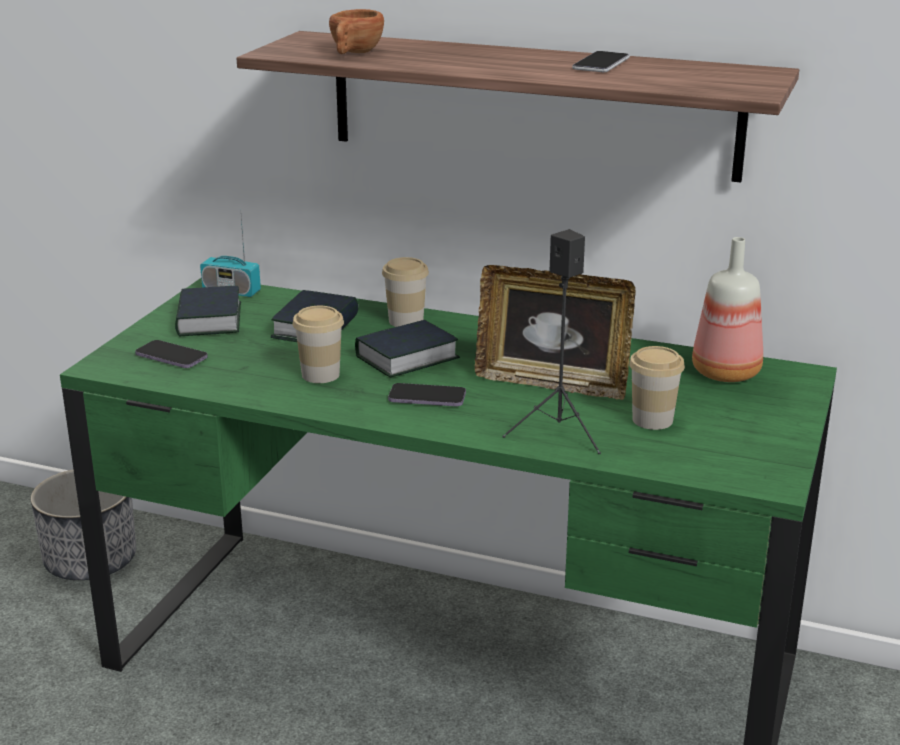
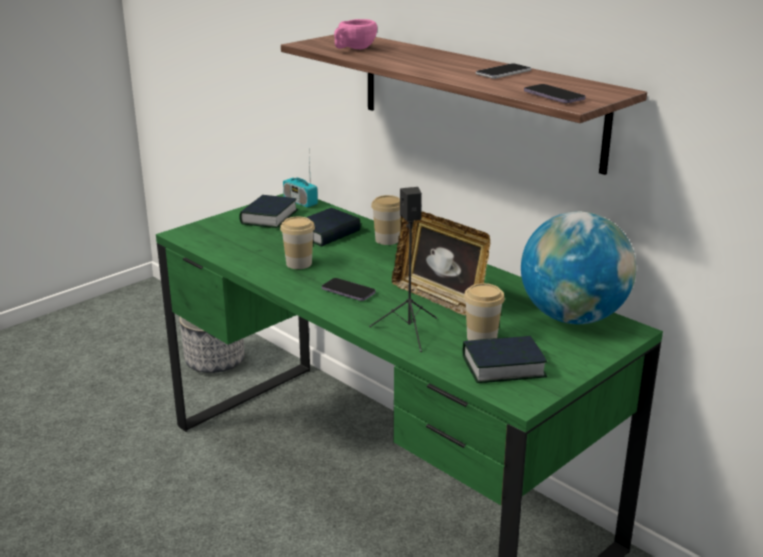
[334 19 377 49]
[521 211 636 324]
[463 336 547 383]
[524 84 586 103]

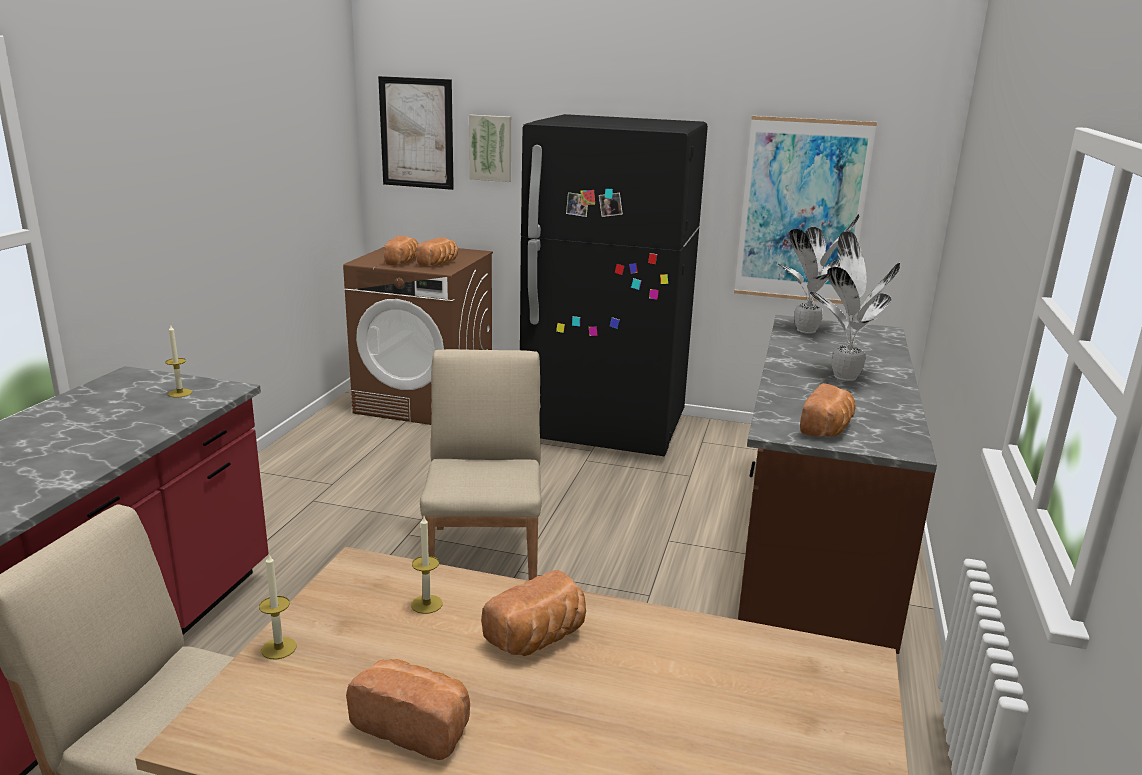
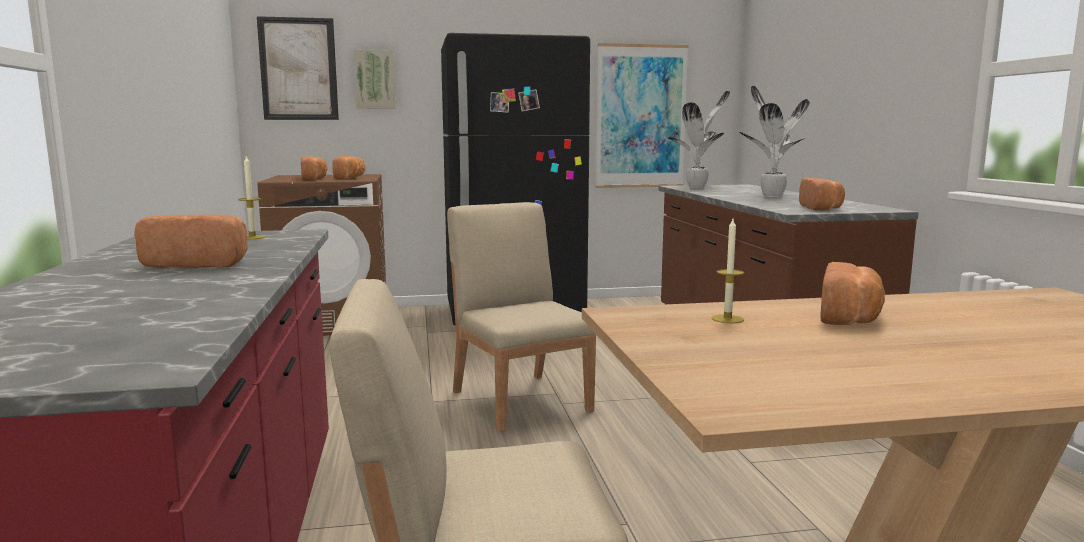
[259 554 297 659] (first image)
[134 215 248 268]

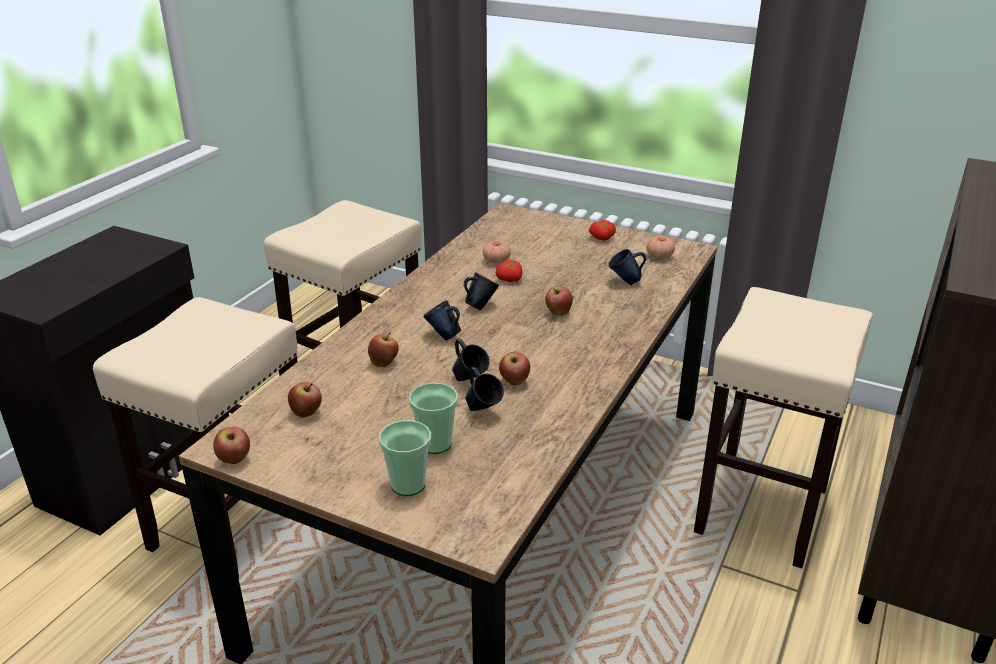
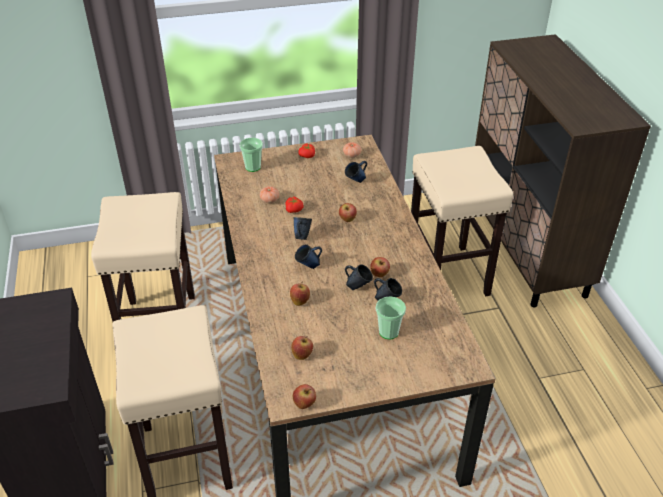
[239 138 263 172]

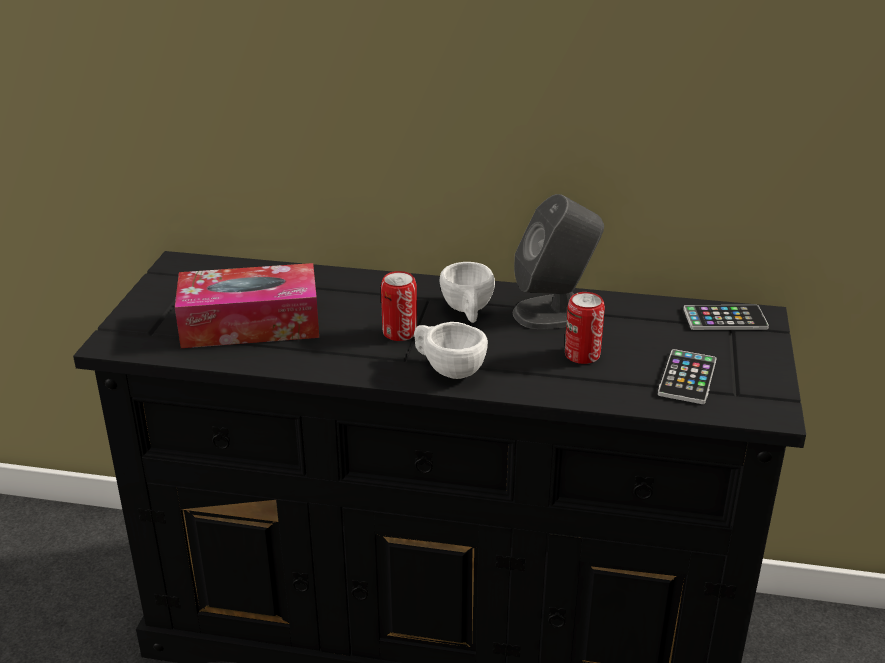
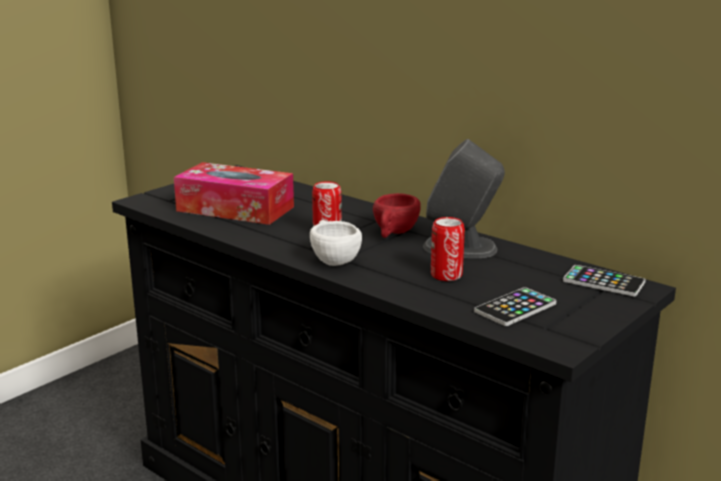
[373 193 421 238]

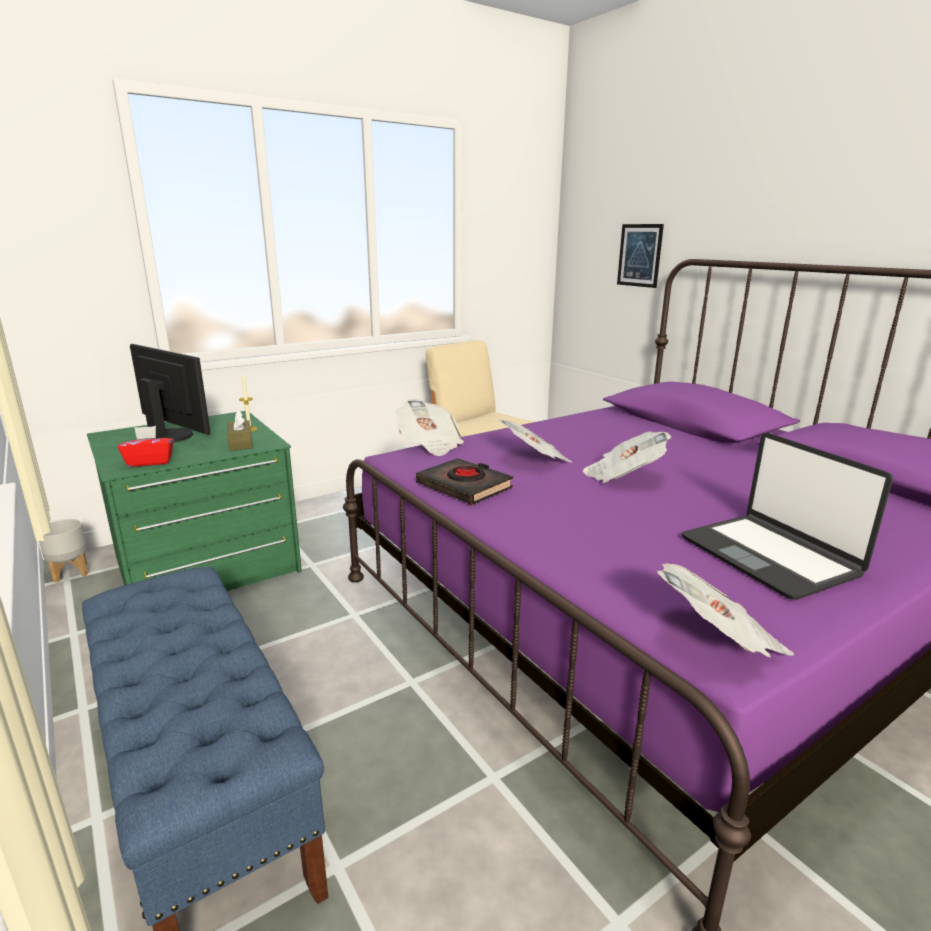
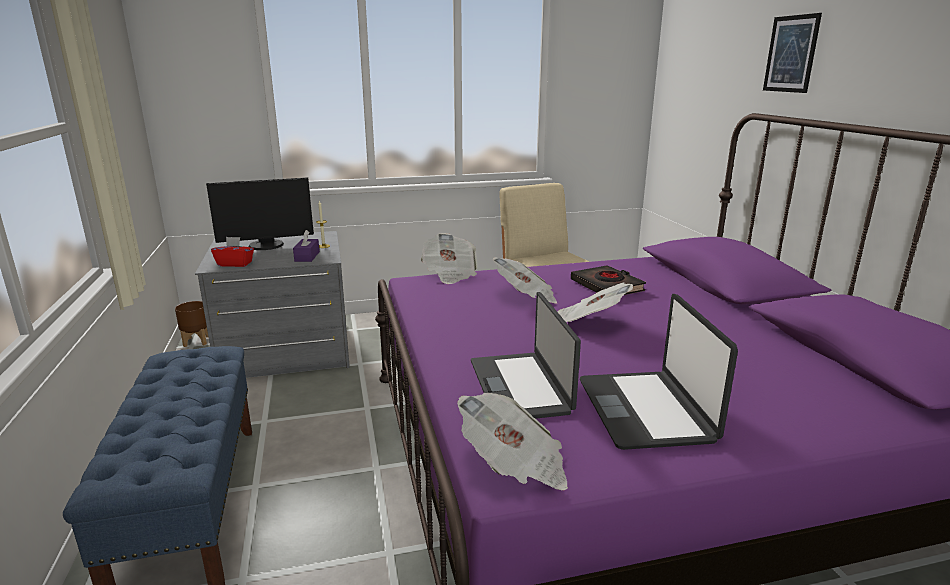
[763 13 822 93]
[206 177 314 250]
[293 230 320 262]
[195 231 350 378]
[571 265 646 295]
[175 301 209 347]
[471 292 581 419]

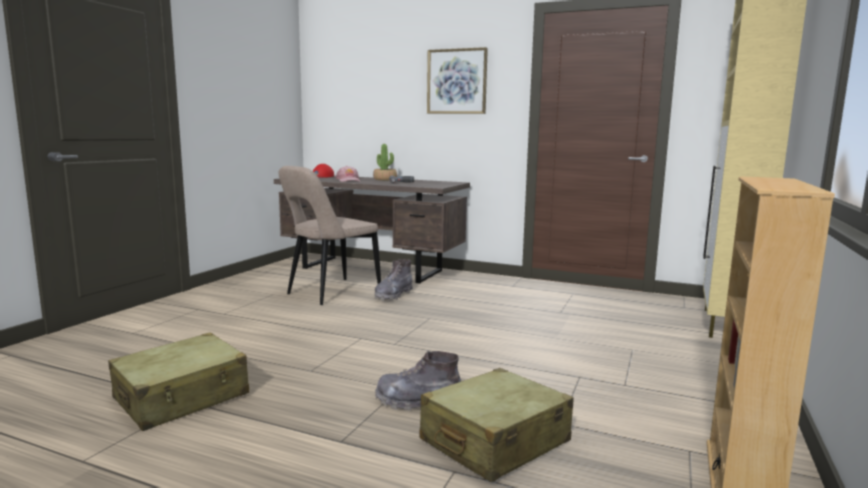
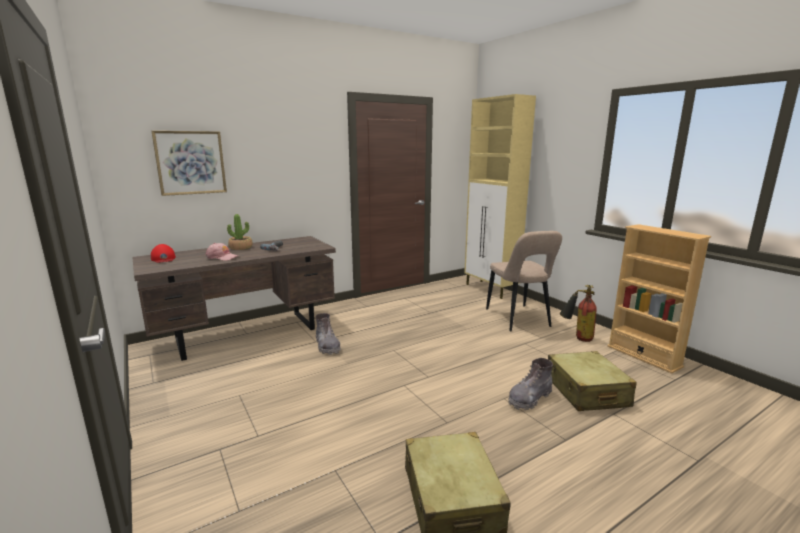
[151 131 227 196]
[486 231 562 332]
[560 285 597 342]

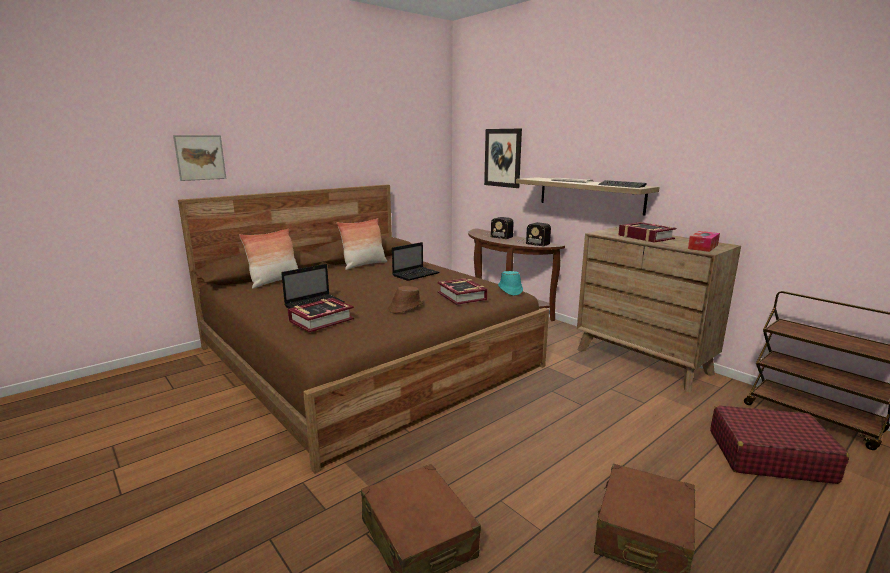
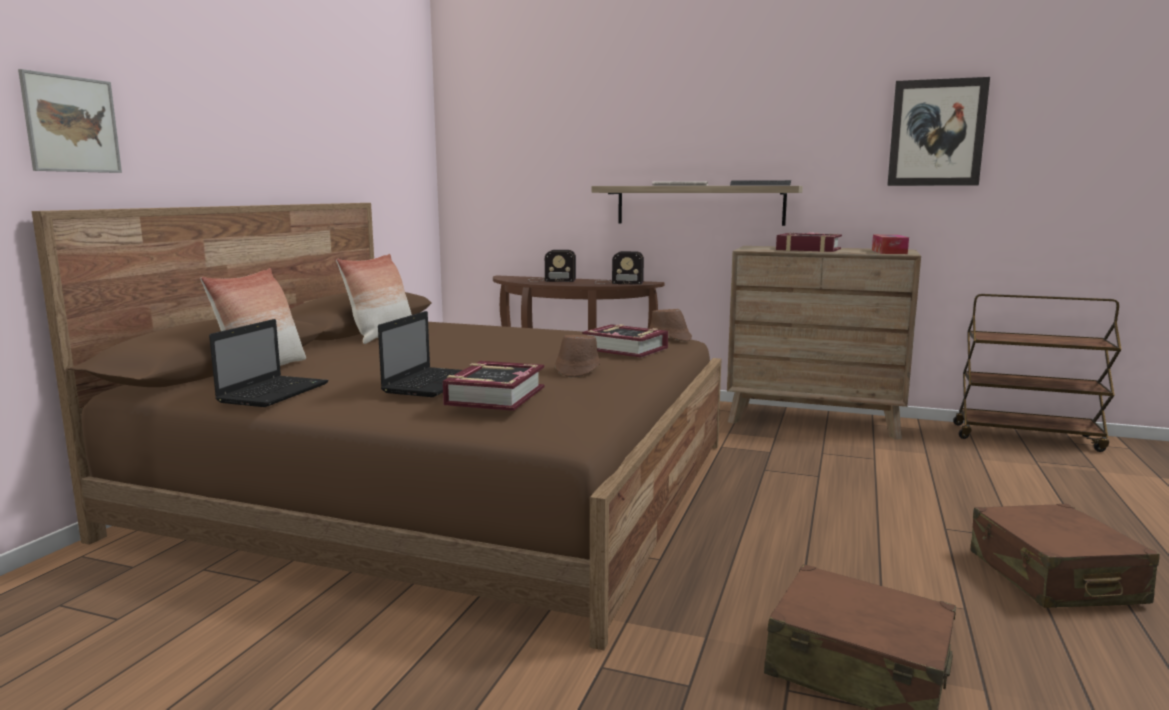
[887 77 990 186]
[209 319 329 407]
[649 309 692 342]
[710 405 849 484] (first image)

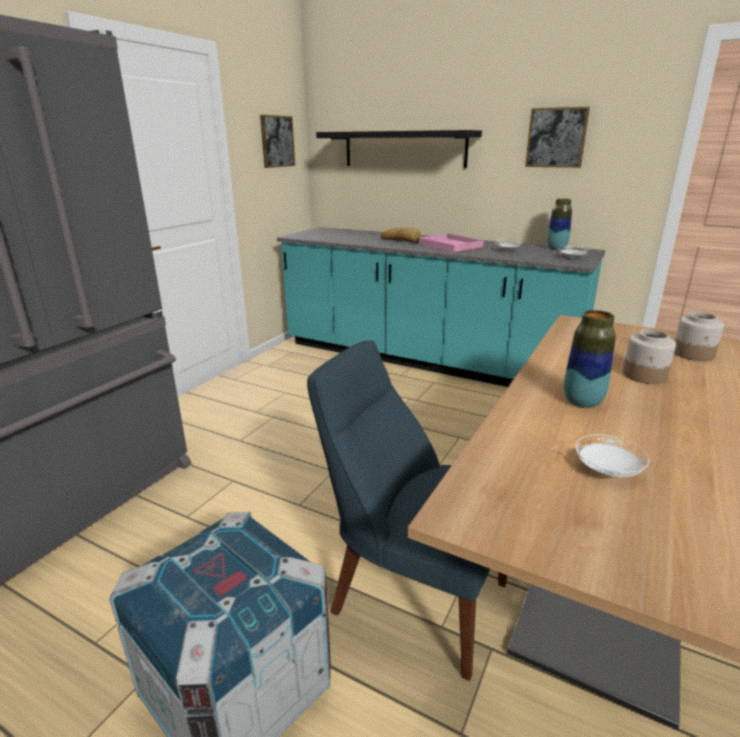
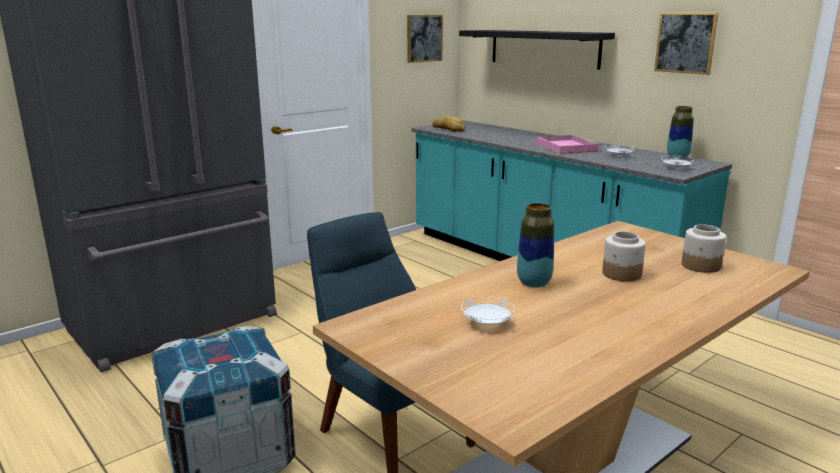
[432 116 465 132]

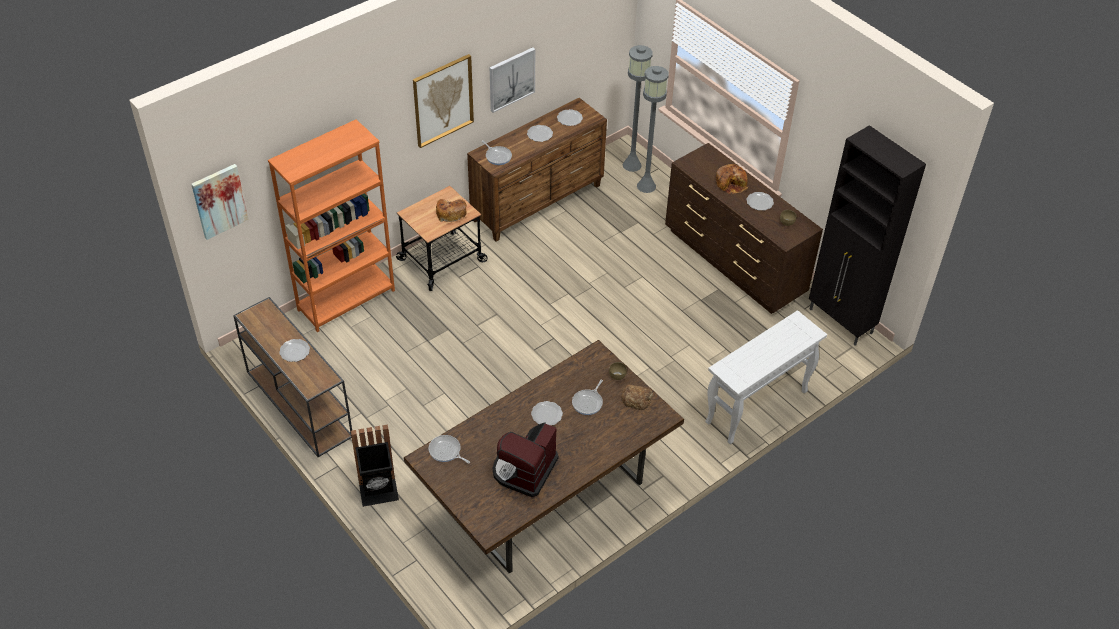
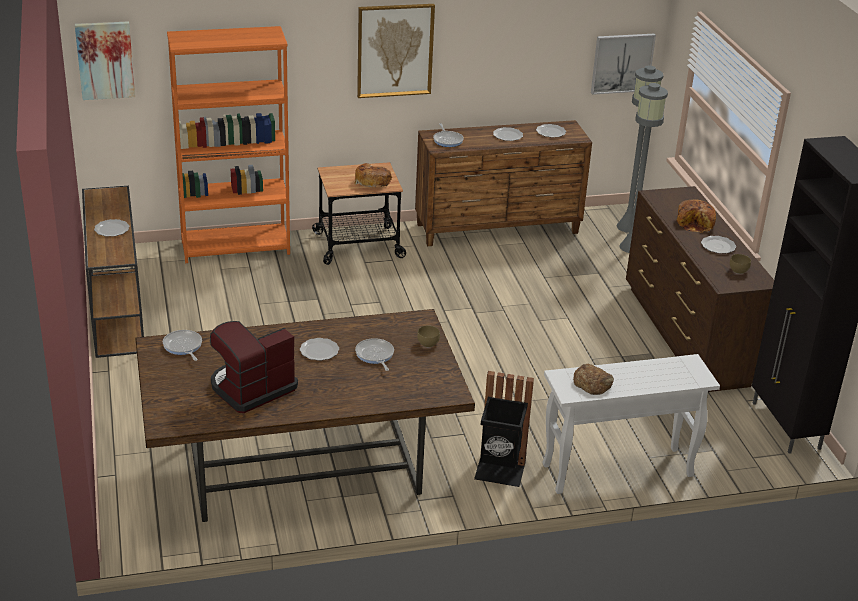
[591 34 656 95]
[355 338 394 371]
[573 364 614 395]
[474 371 534 487]

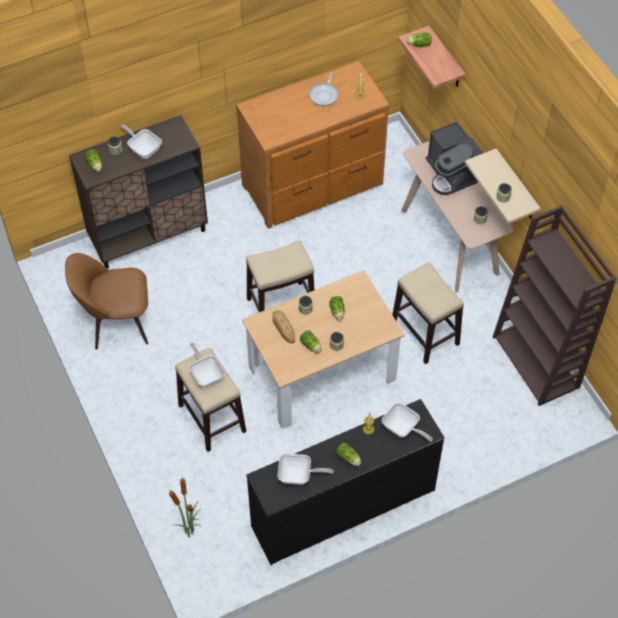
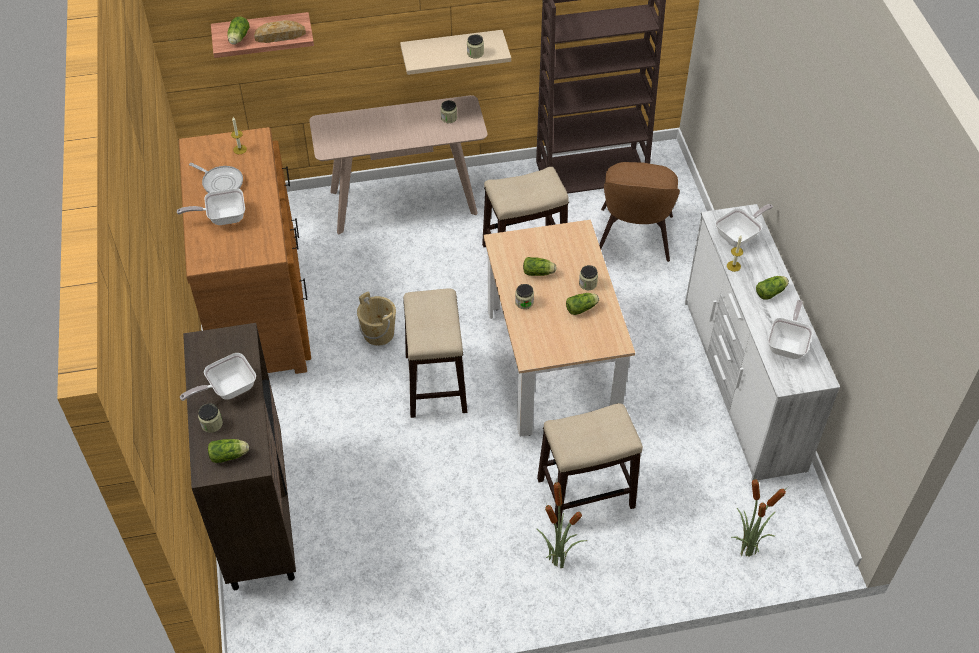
[426 122 483 195] (first image)
[599 162 680 262]
[254 20 306 43]
[177 188 245 225]
[685 204 840 481]
[357 291 396 346]
[537 478 587 568]

